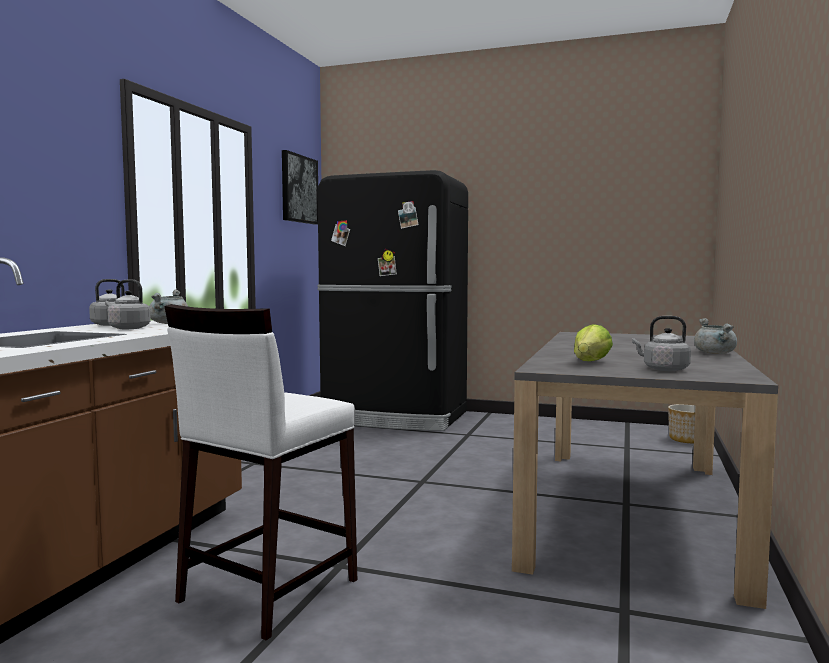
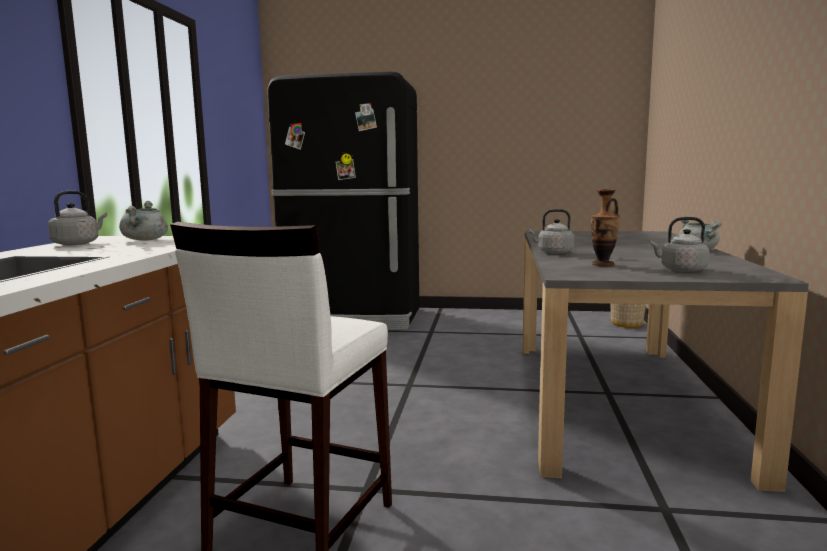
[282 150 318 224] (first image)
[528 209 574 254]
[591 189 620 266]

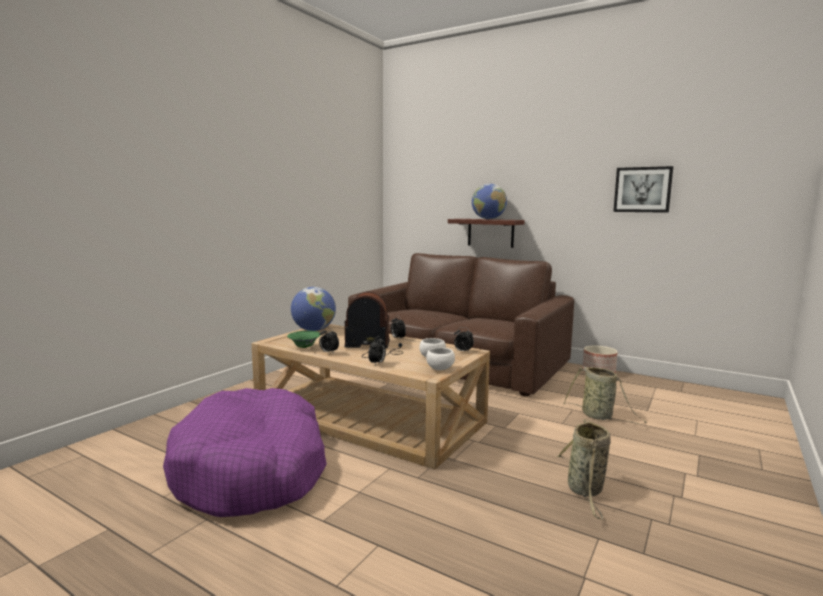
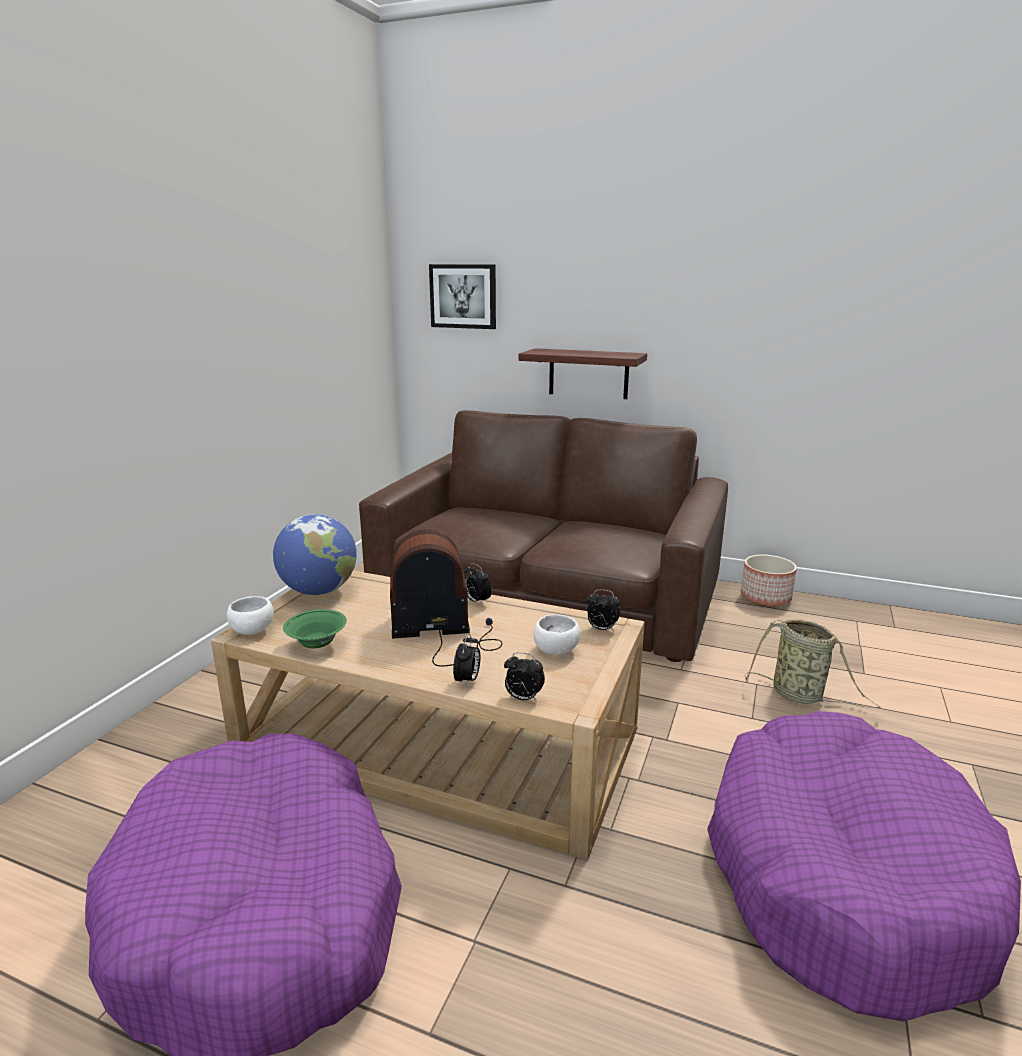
[429 264 496 329]
[472 184 507 219] (first image)
[504 652 545 702]
[227 596 274 635]
[707 711 1021 1021]

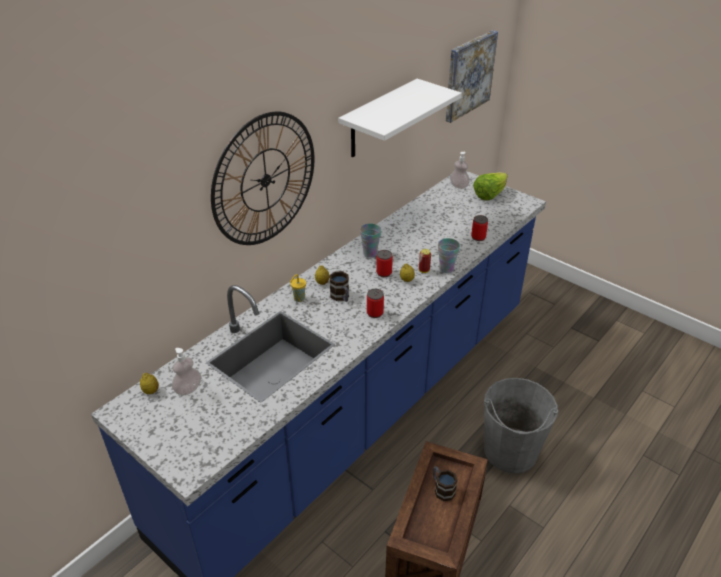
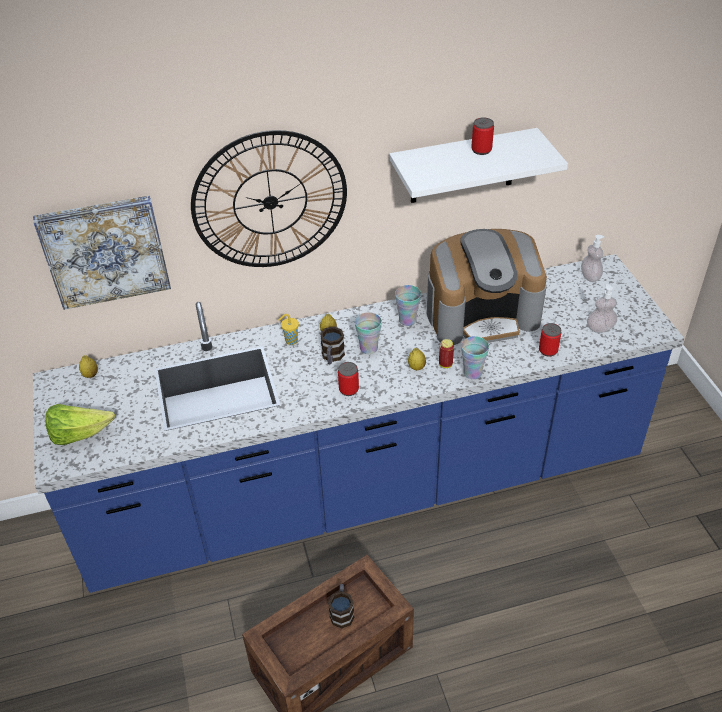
[33 196 171 310]
[45 404 115 445]
[471 118 494 155]
[587 284 617 333]
[484 378 558 473] (first image)
[427 229 547 345]
[355 312 382 354]

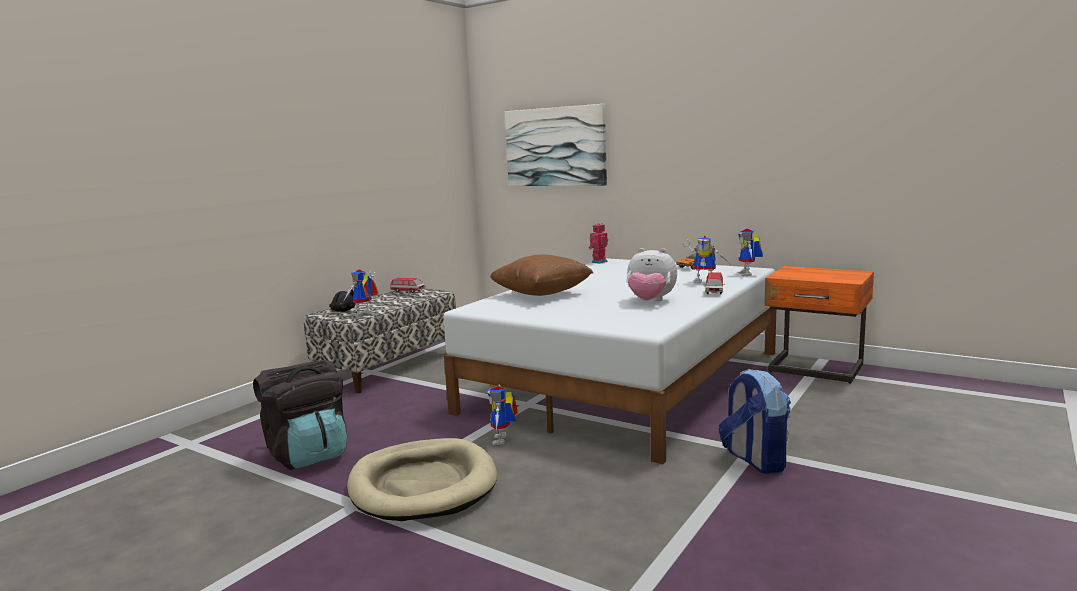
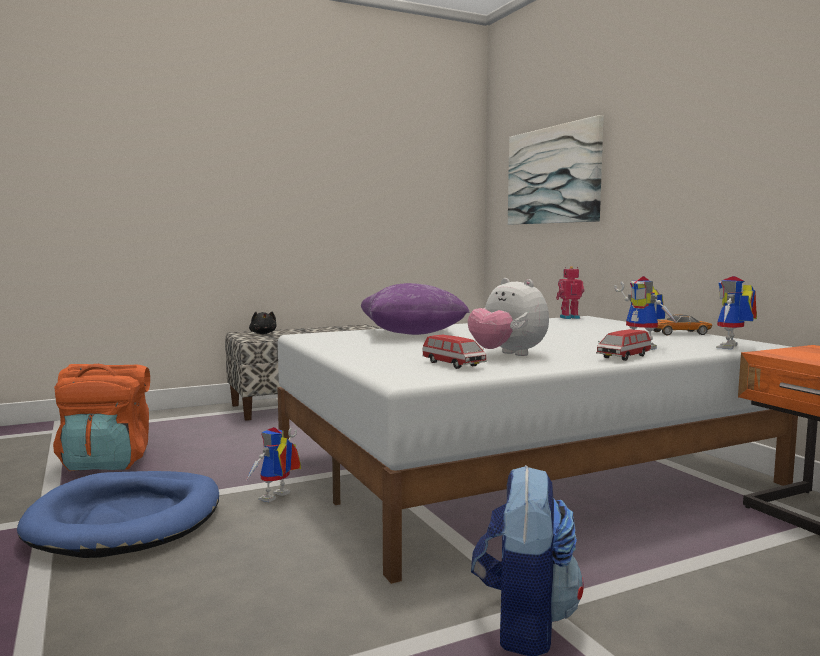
[361 283 469 335]
[344 269 379 316] (first image)
[422 335 487 369]
[53 364 150 471]
[17 471 219 558]

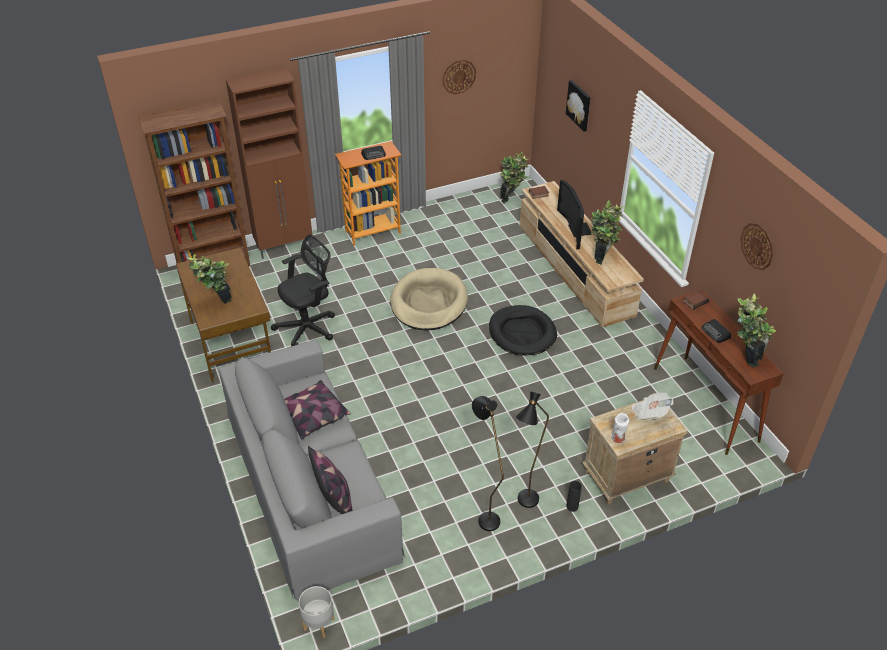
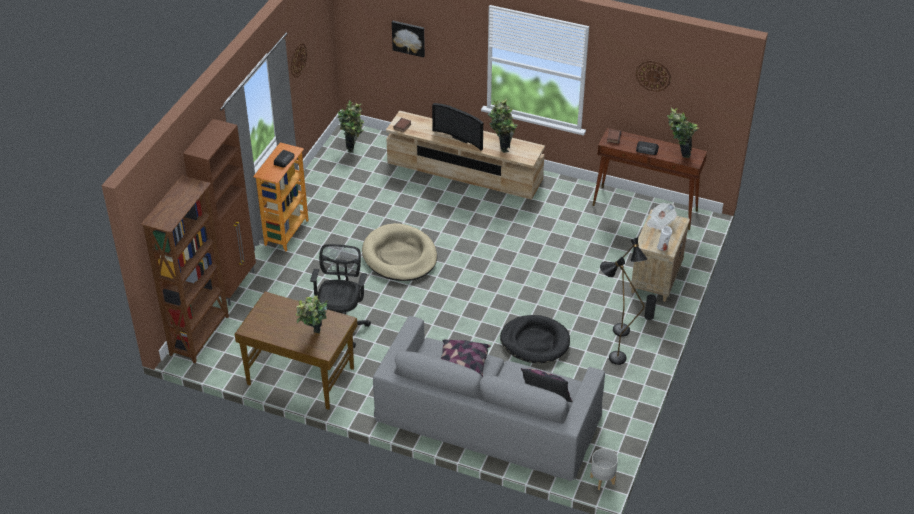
[500 315 570 363]

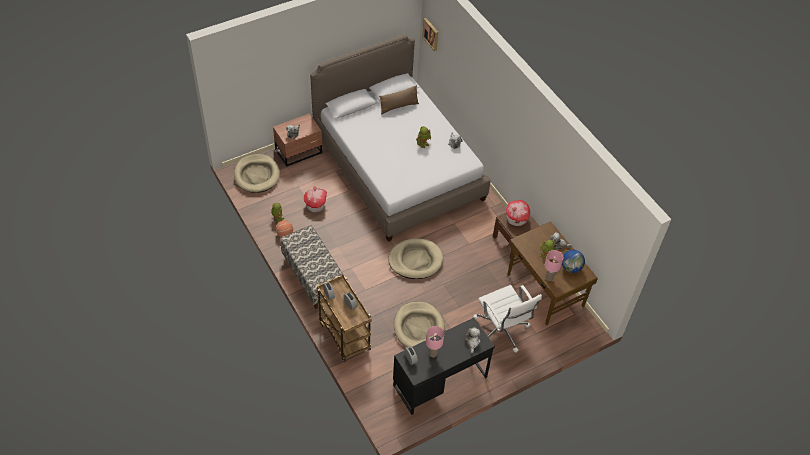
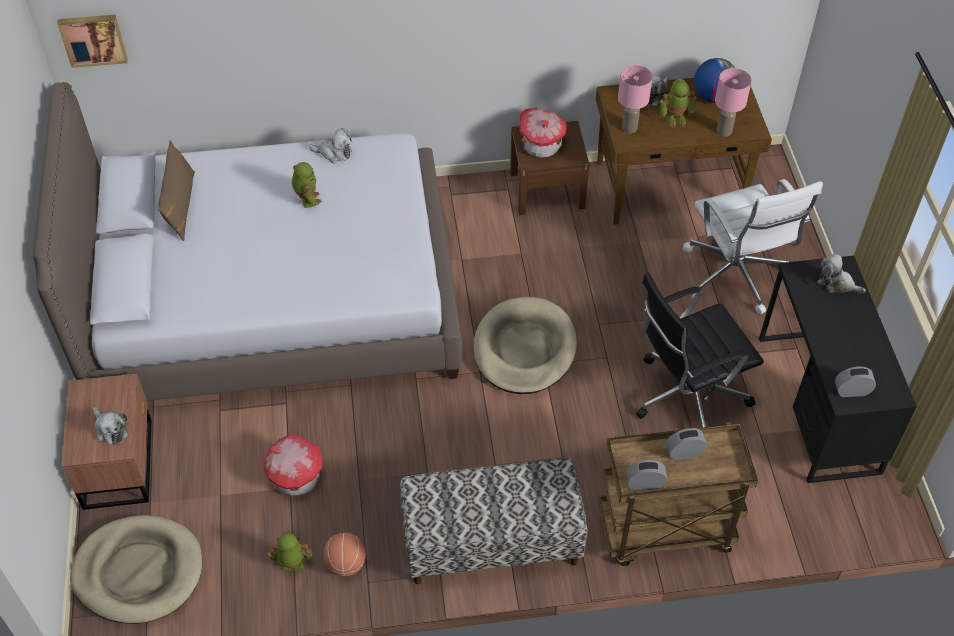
[683 179 823 314]
[636 273 764 428]
[618 65 653 133]

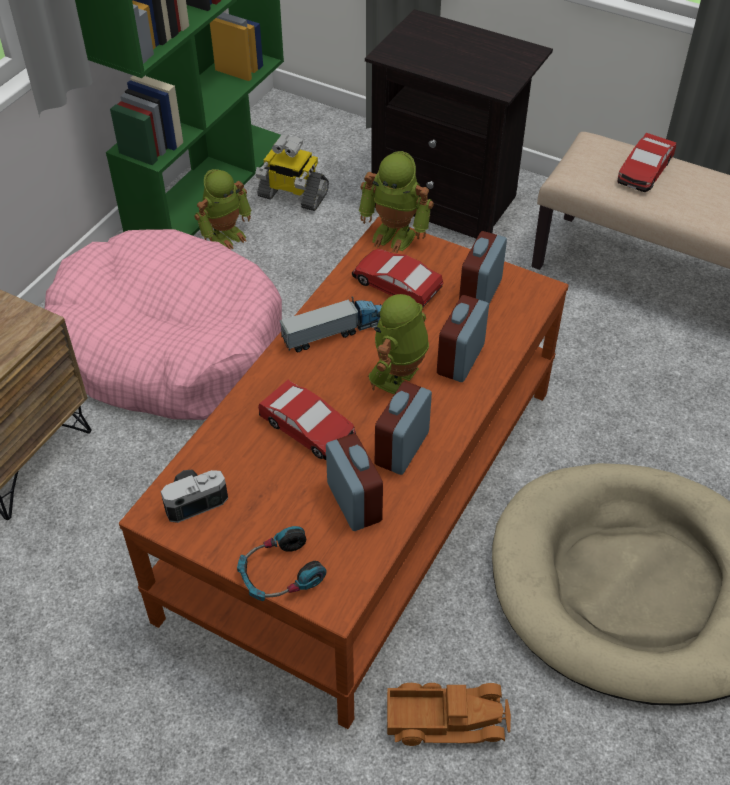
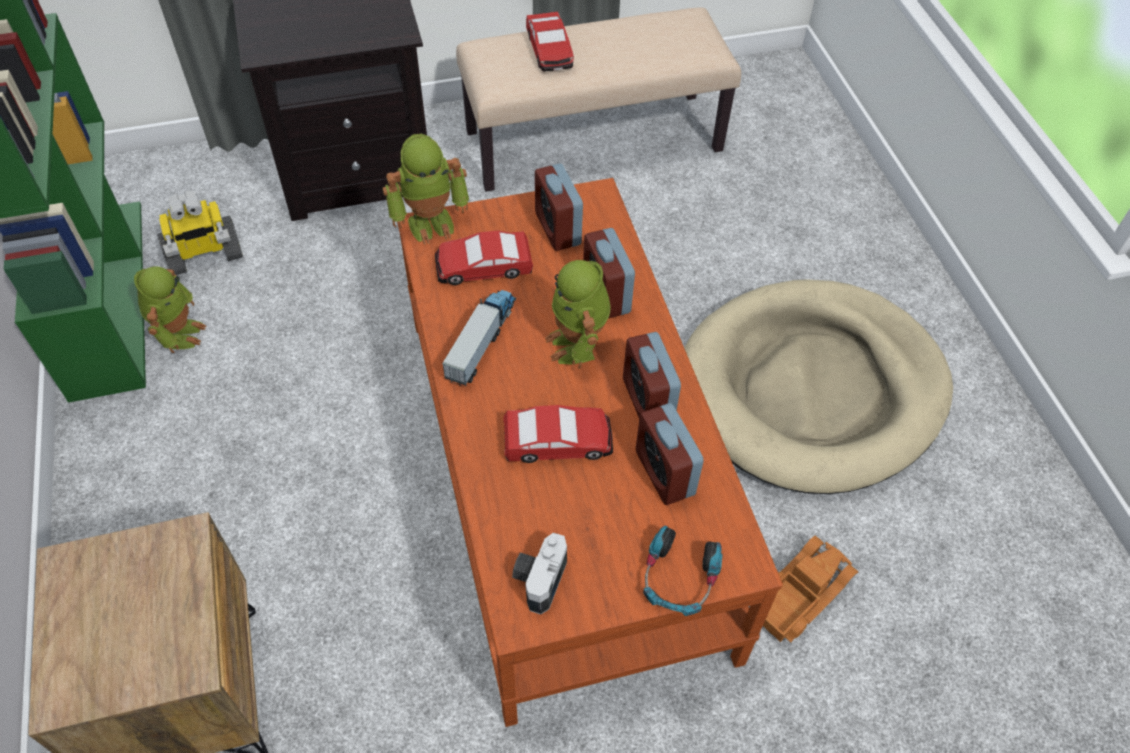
[45 229 282 420] (first image)
[636 403 704 505]

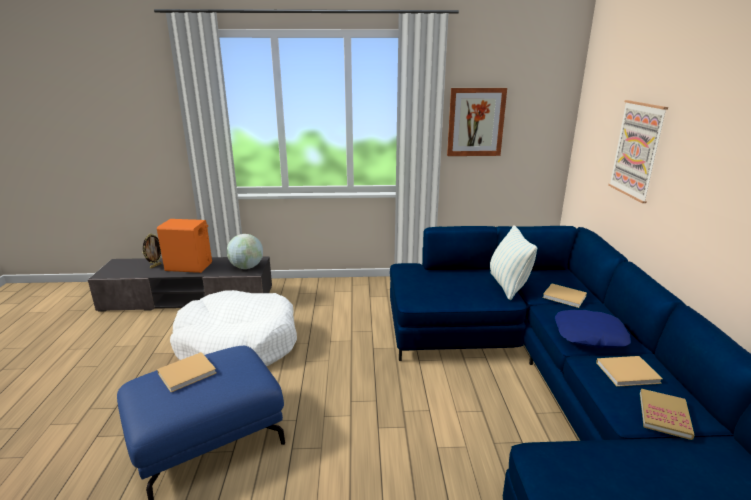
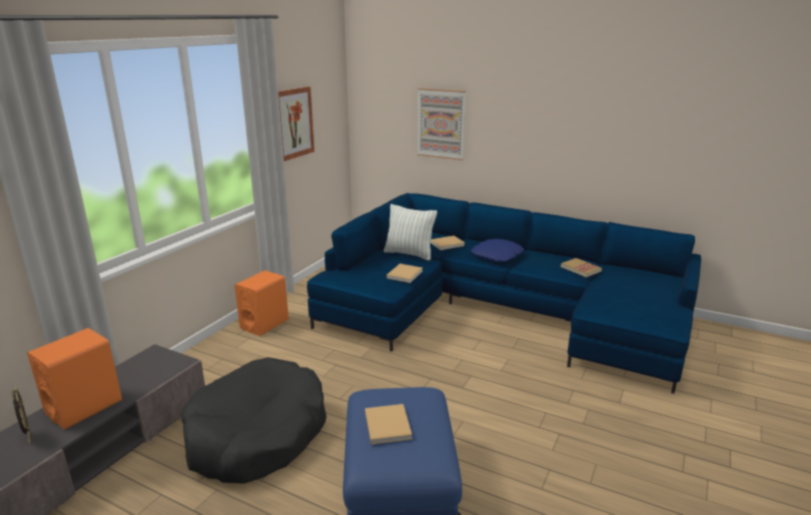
[227 234 263 269] (first image)
[181 357 327 484]
[386 264 422 283]
[234 270 289 336]

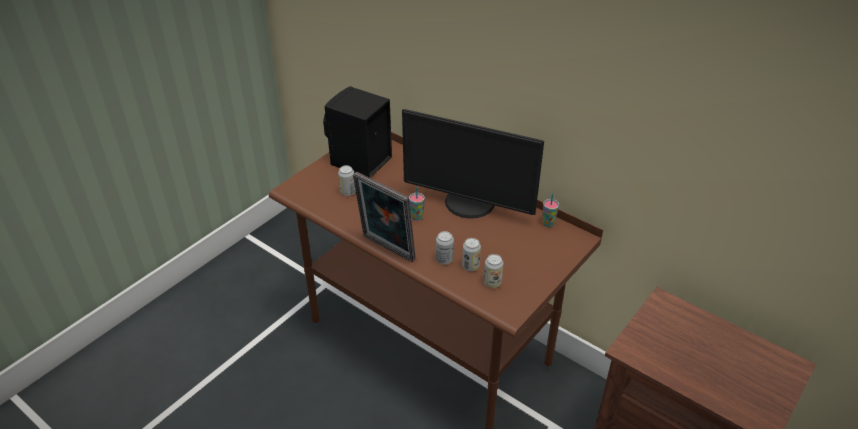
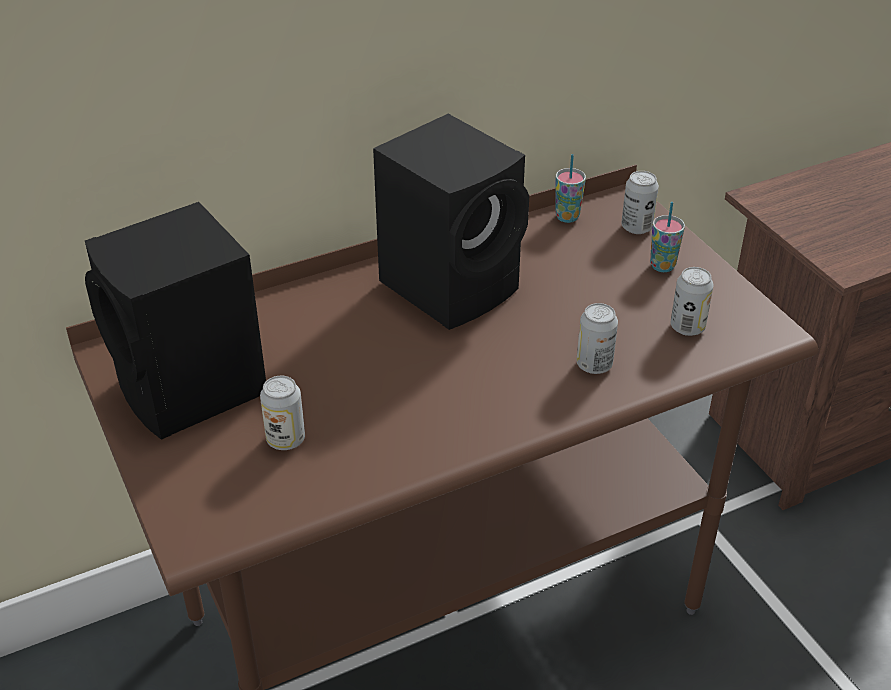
[373 114 529 330]
[353 172 416 262] (first image)
[650 202 685 272]
[622 171 659 234]

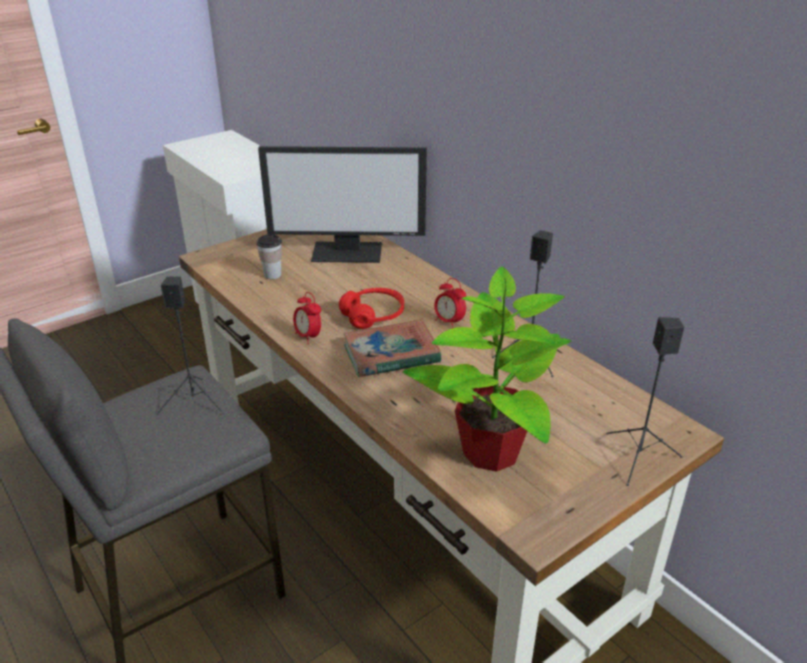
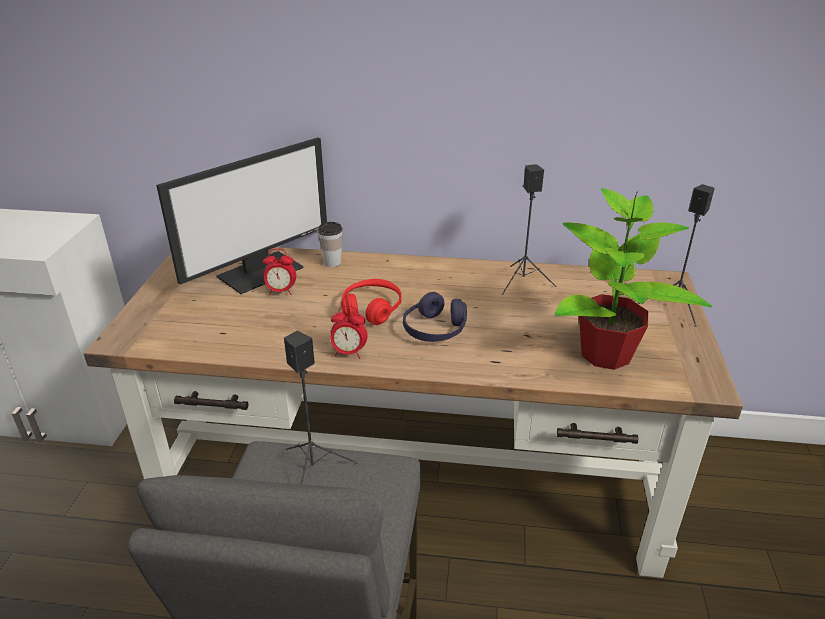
[318 222 343 267]
[263 248 296 295]
[403 292 467 342]

